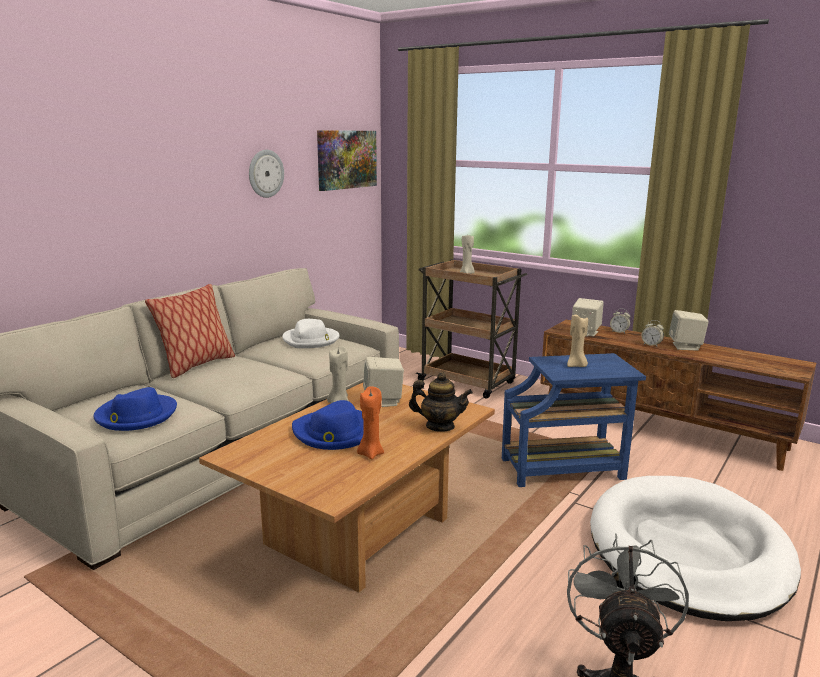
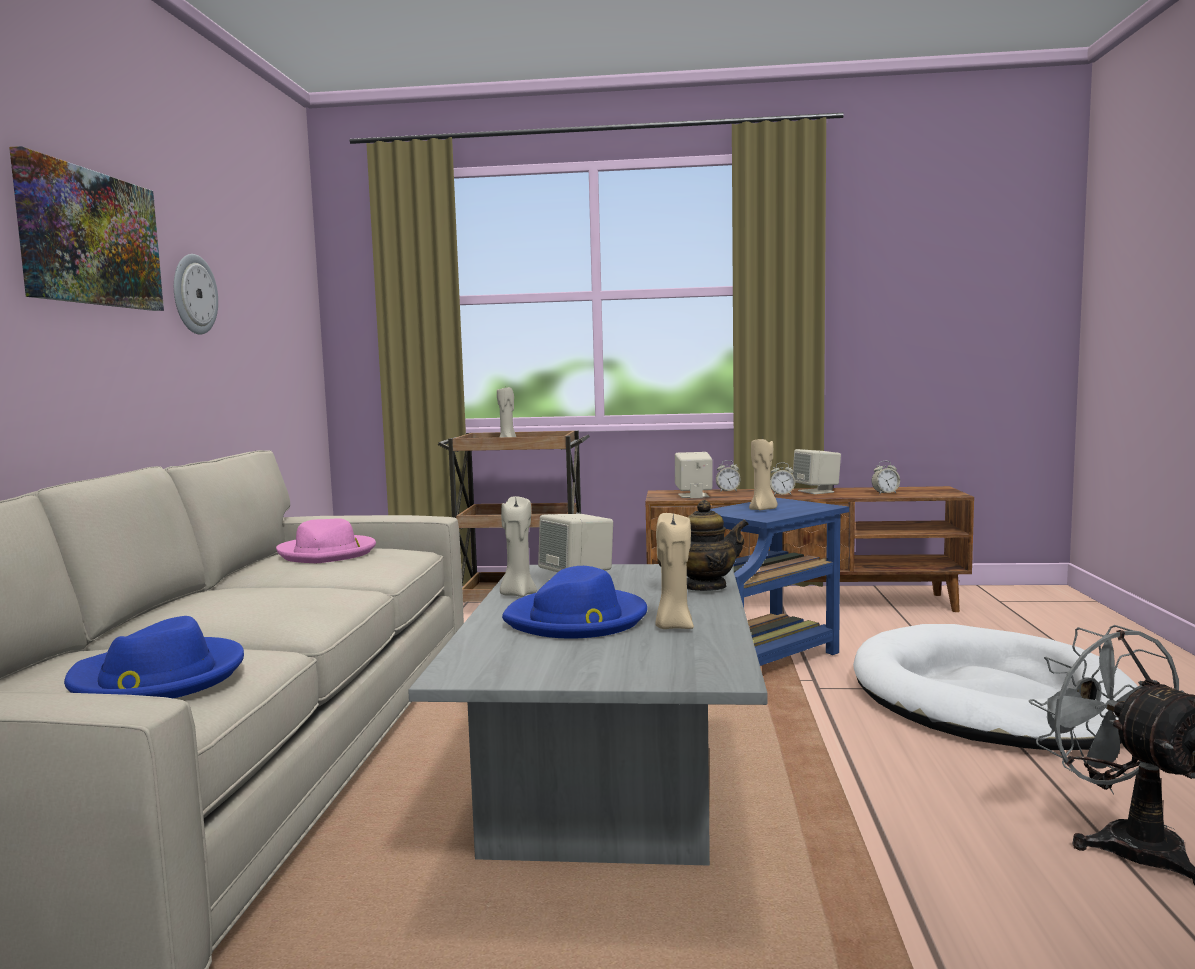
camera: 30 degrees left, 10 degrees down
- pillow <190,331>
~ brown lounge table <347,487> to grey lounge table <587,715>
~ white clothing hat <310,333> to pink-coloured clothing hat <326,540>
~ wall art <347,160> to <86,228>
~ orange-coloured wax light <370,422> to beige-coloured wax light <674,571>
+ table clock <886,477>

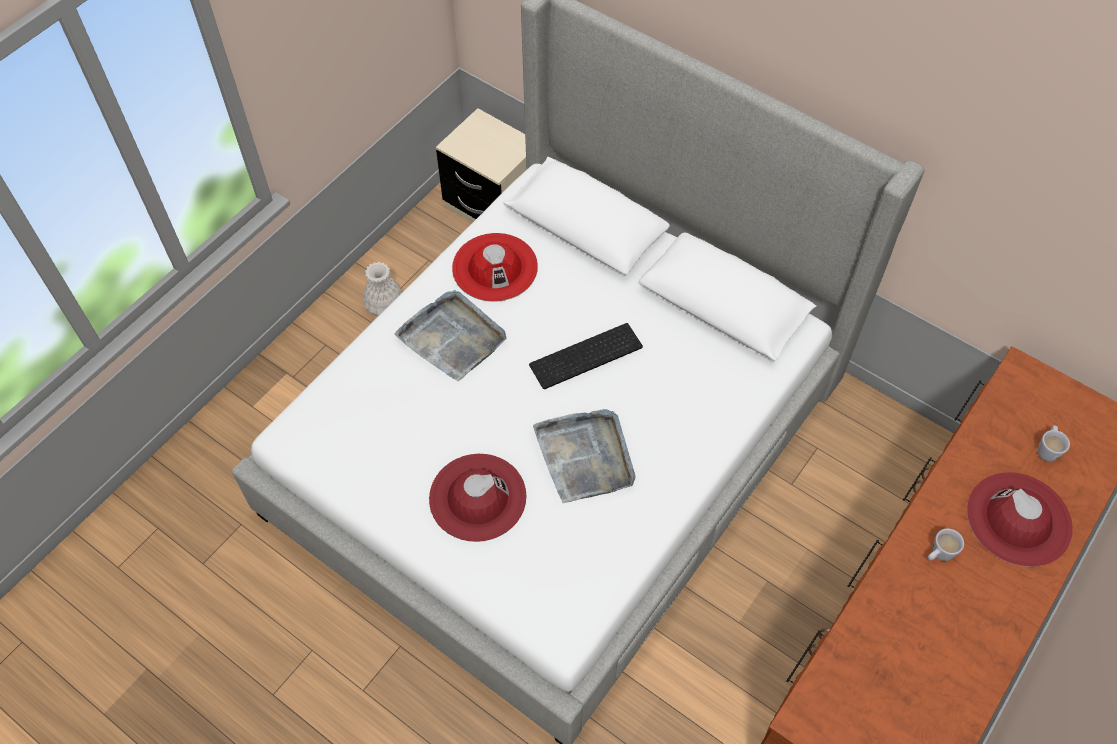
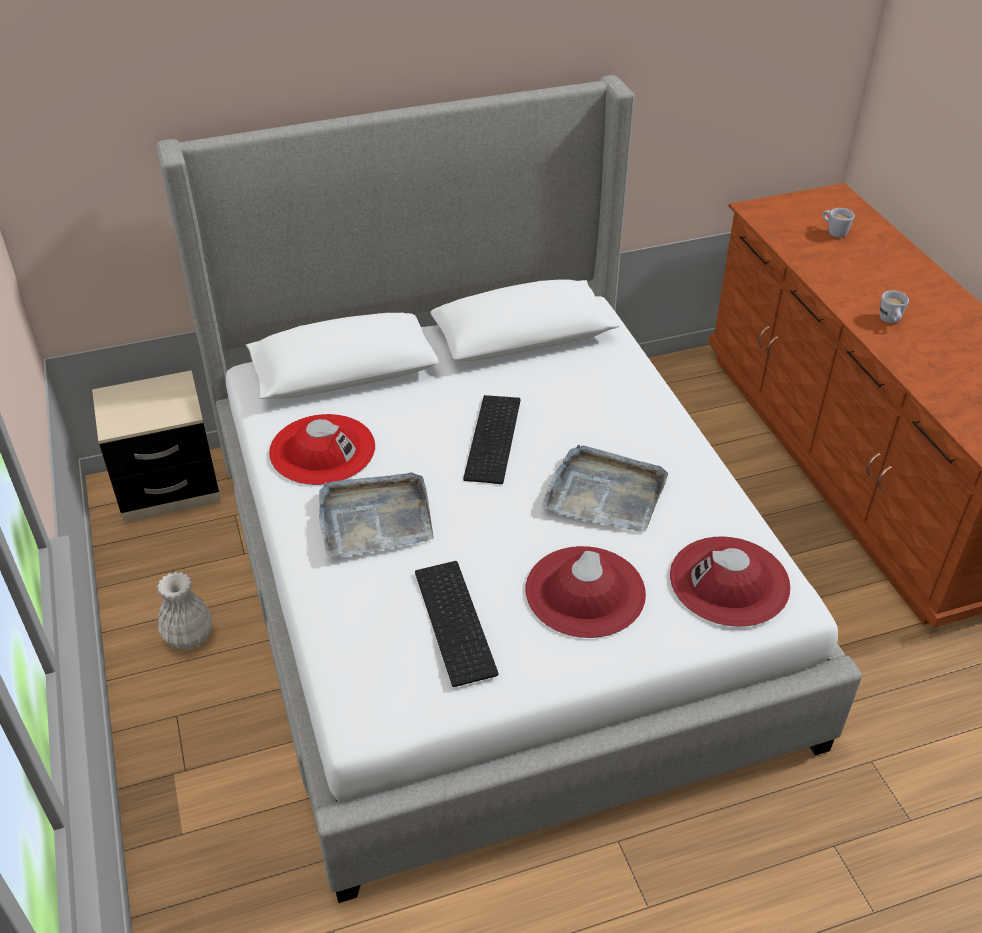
camera: 55 degrees left, 15 degrees down
~ red-coloured clothing hat <1020,519> to <730,581>
+ computer keyboard <456,624>

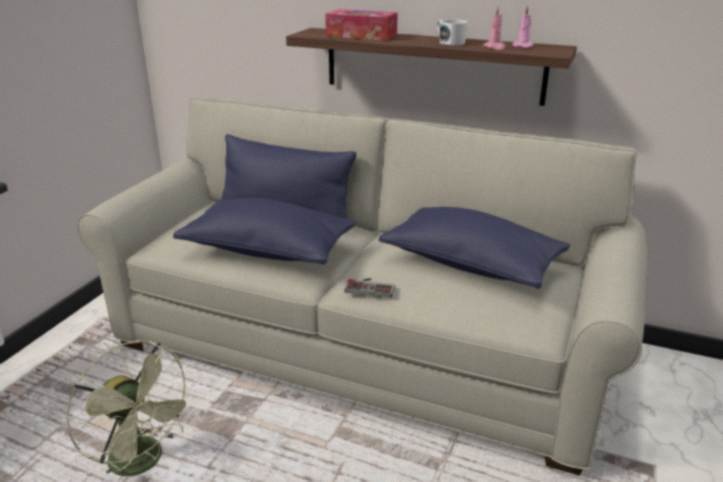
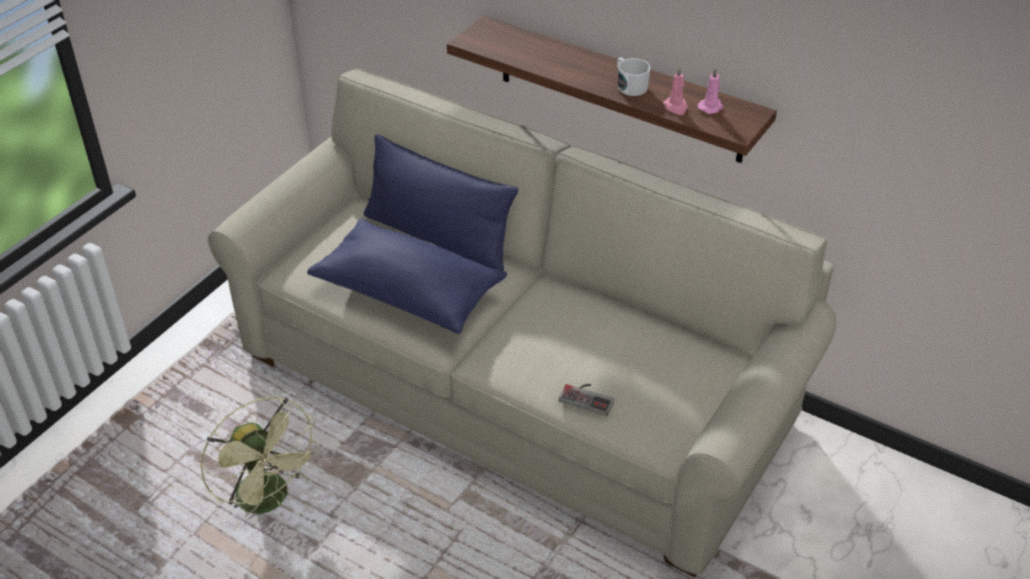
camera: 10 degrees right, 15 degrees up
- tissue box <361,25>
~ game controller <369,288> to <586,400>
- blue pillow <474,247>

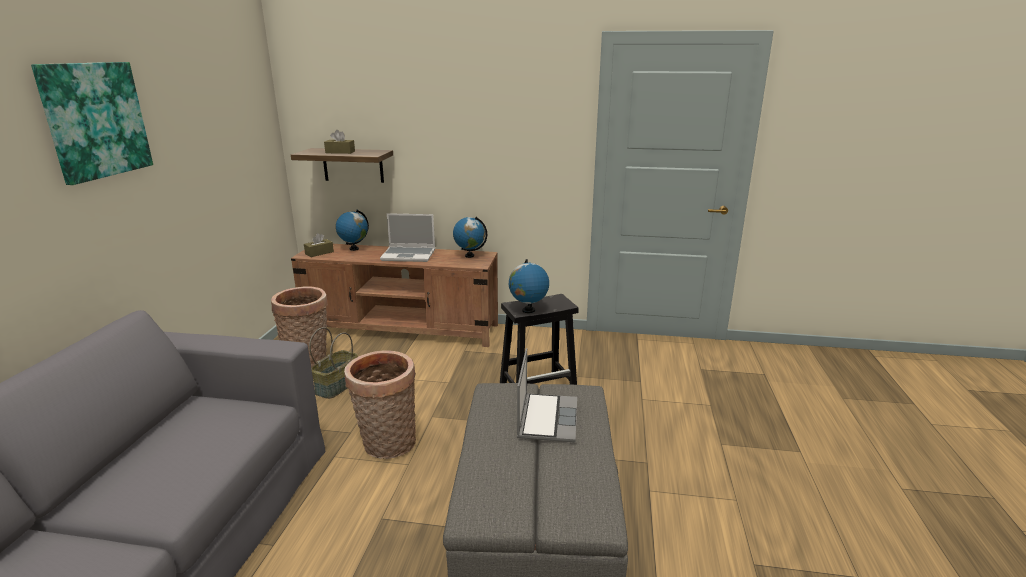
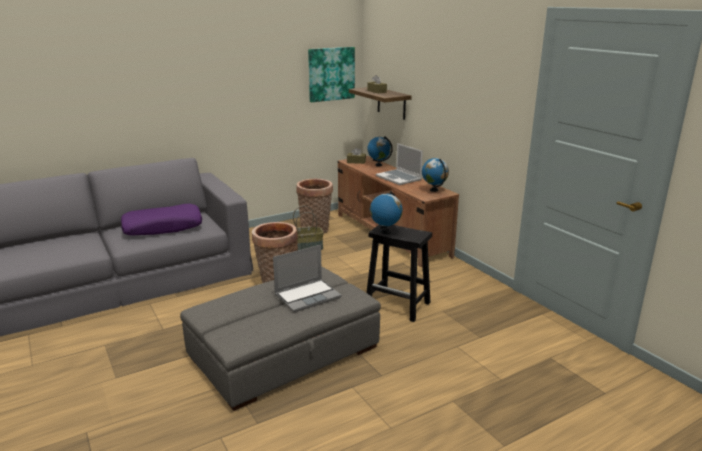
camera: 50 degrees right, 0 degrees up
~ wall art <92,123> to <331,74>
+ purple pillow <161,219>

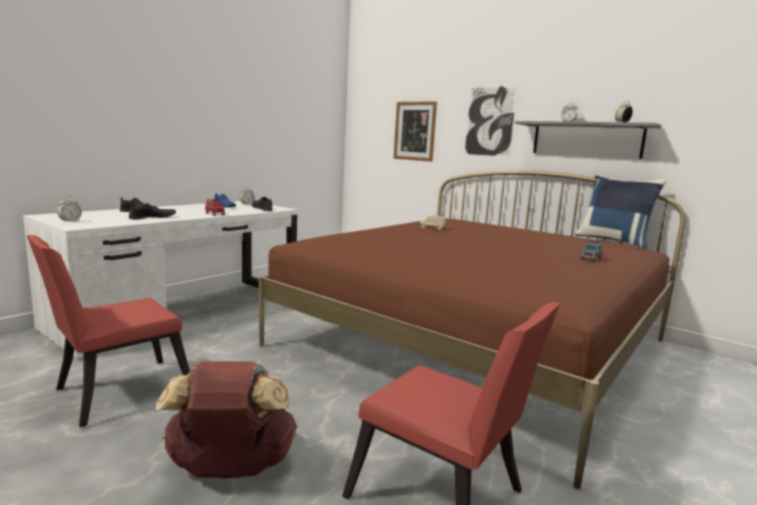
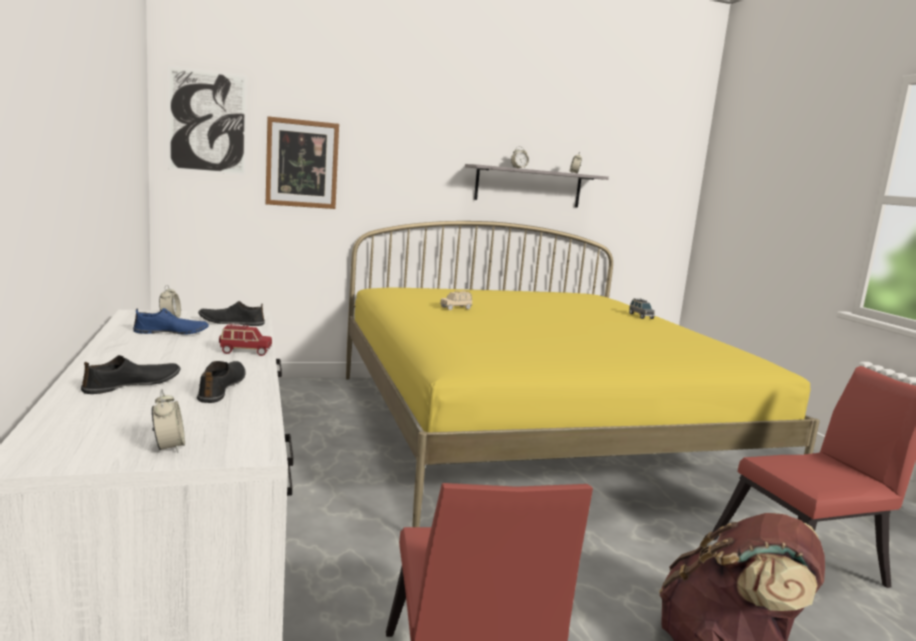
camera: 55 degrees left, 0 degrees up
~ brown sleeping bed <472,330> to yellow sleeping bed <583,374>
~ wall art <491,121> to <207,120>
- blue pillow <620,212>

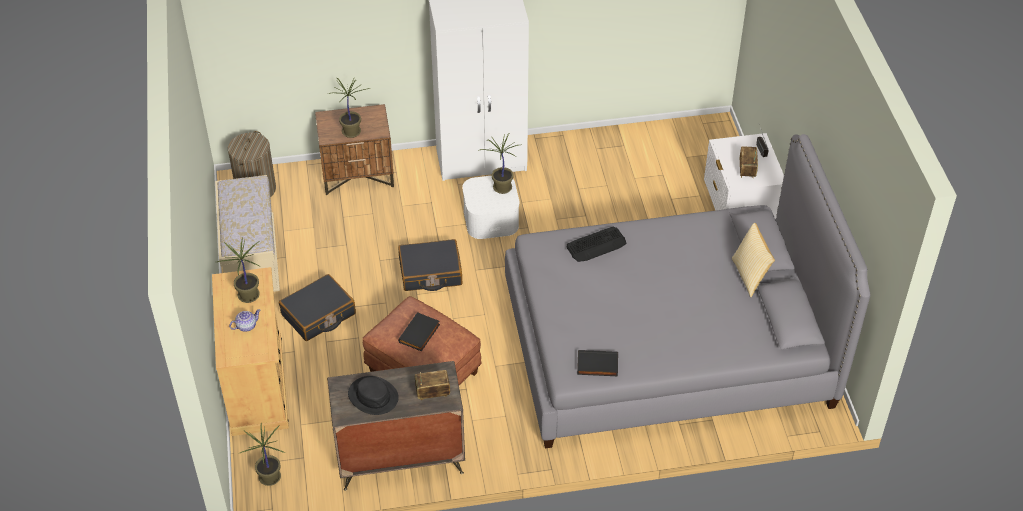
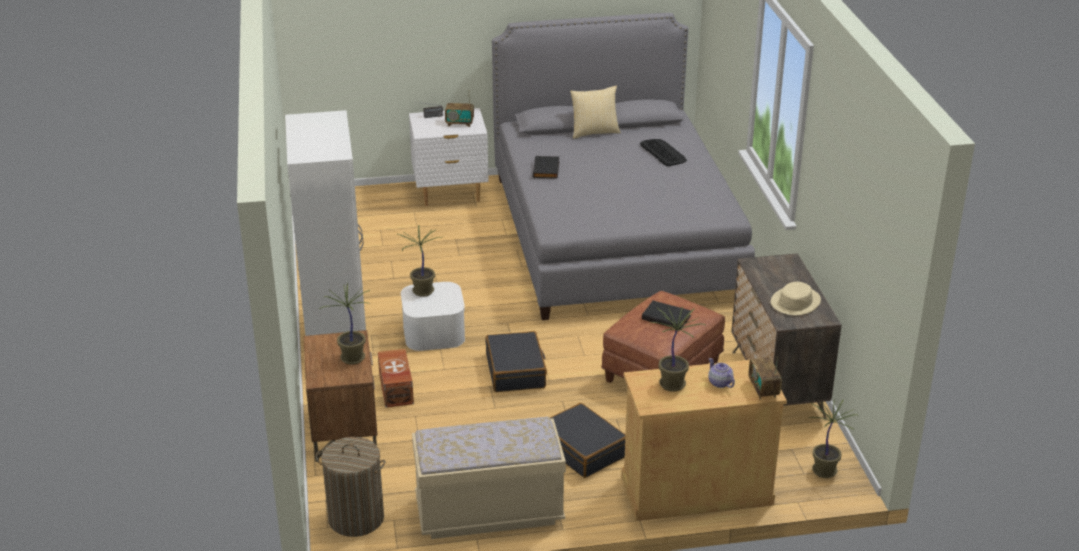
camera: 90 degrees left, 15 degrees down
~ black clothing hat <373,395> to beige-coloured clothing hat <796,298>
~ radio set <432,385> to <765,378>
~ computer keyboard <596,244> to <663,152>
~ black book <597,363> to <546,167>
+ brown storage box <396,378>

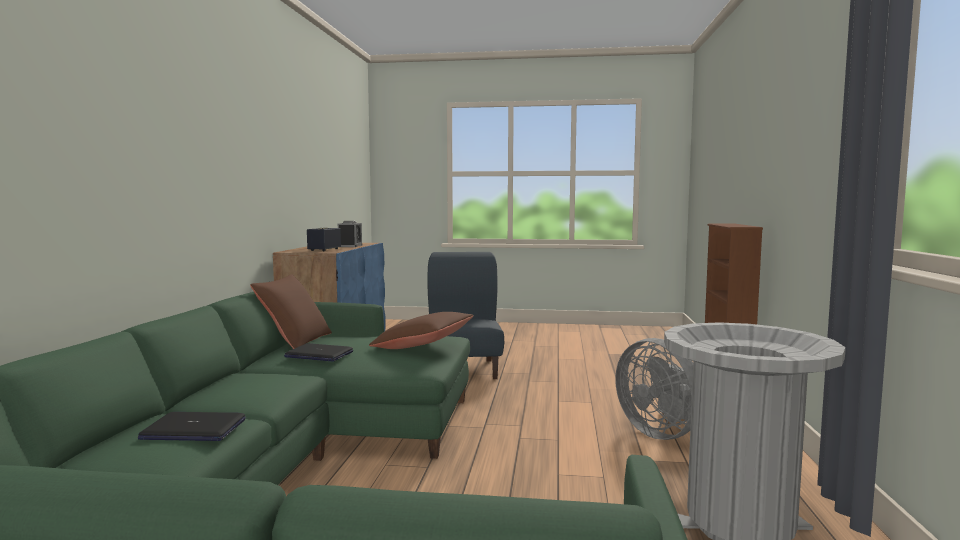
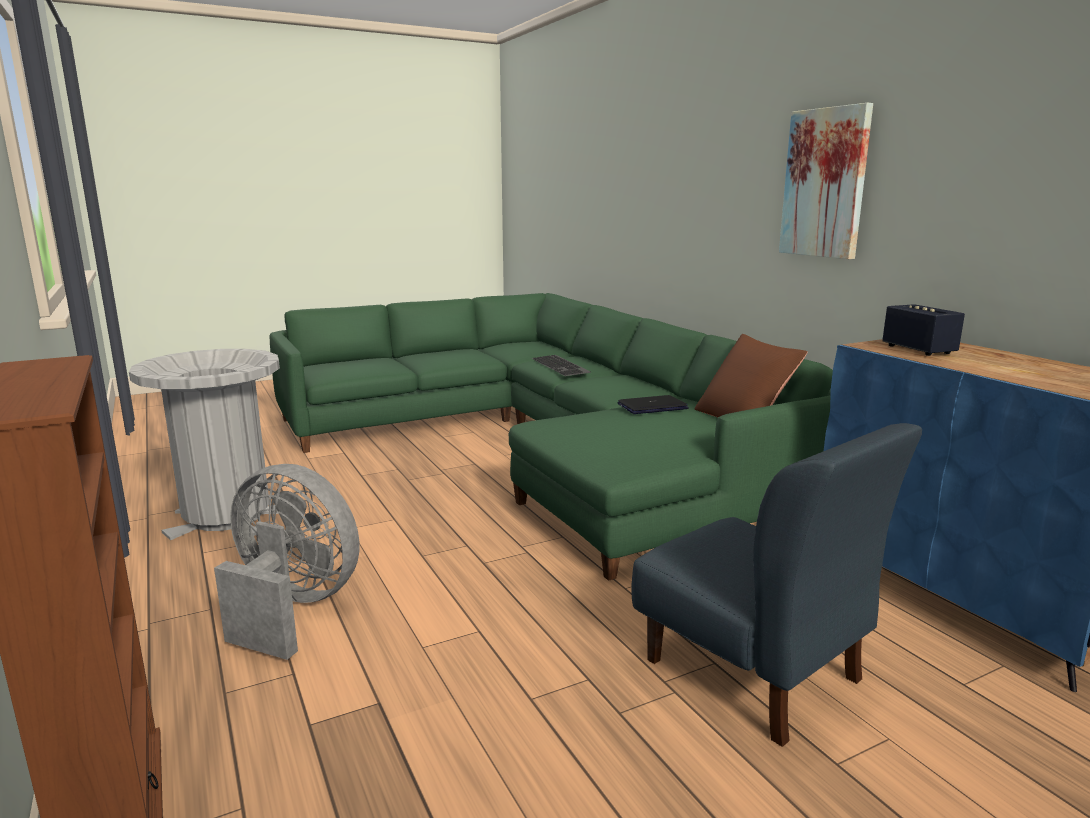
camera: 145 degrees right, 10 degrees up
~ portable computer <192,426> to computer keyboard <561,365>
- table clock <350,234>
- brown pillow <421,330>
+ wall art <826,181>

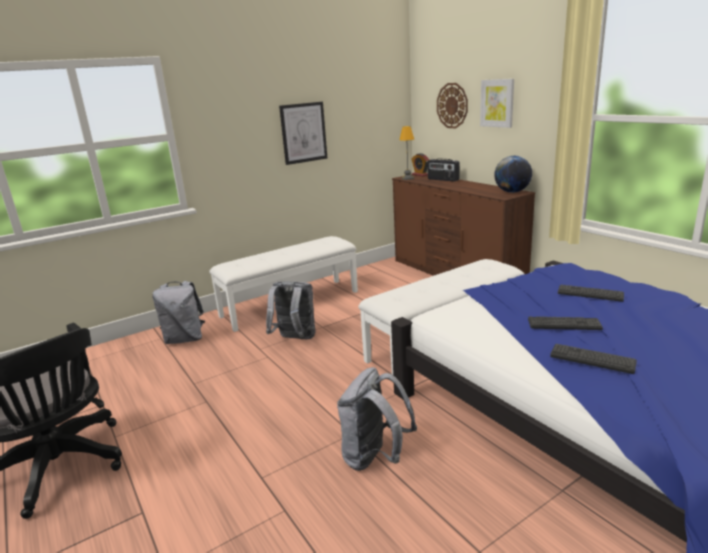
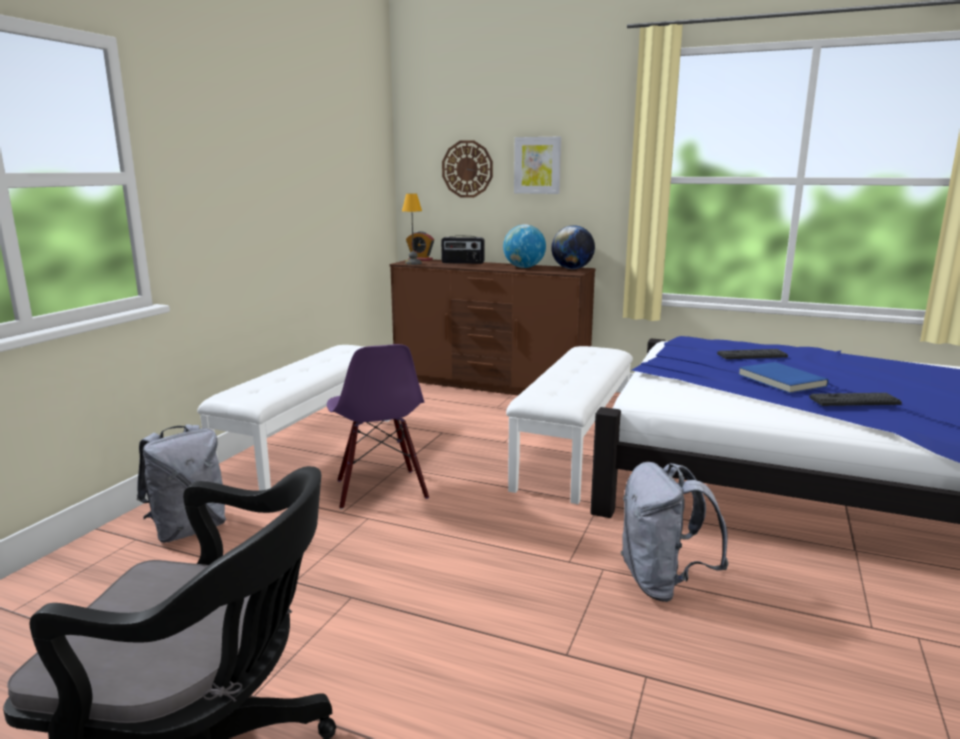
camera: 35 degrees left, 5 degrees down
~ grey rucksack <291,310> to purple chair <378,427>
- wall art <303,133>
~ computer keyboard <565,323> to blue book <783,377>
+ globe <524,246>

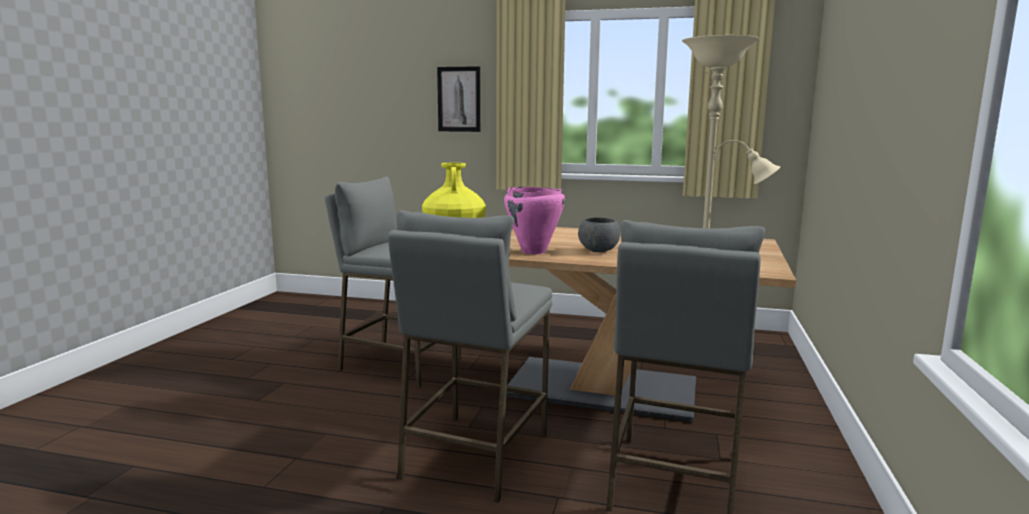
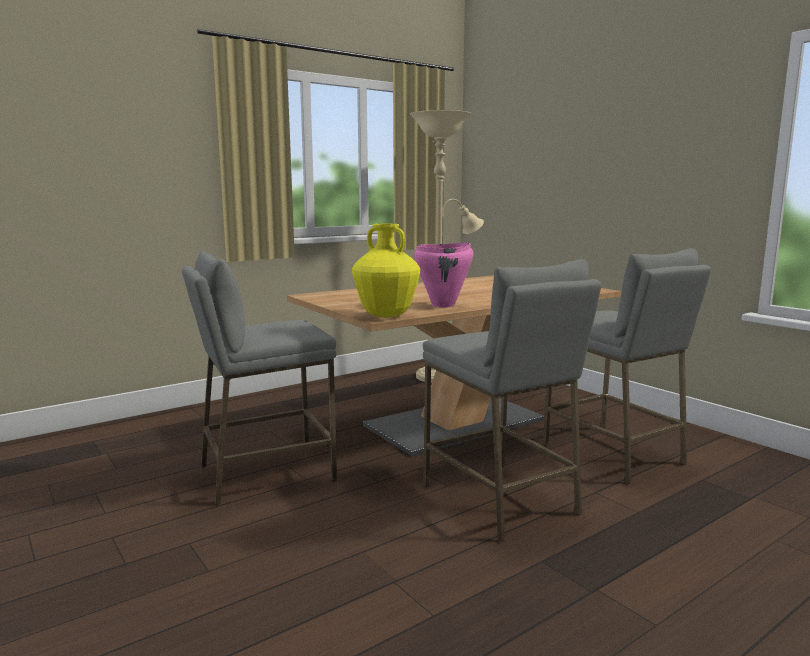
camera: 50 degrees left, 0 degrees up
- wall art <458,99>
- grey bowl <599,234>

